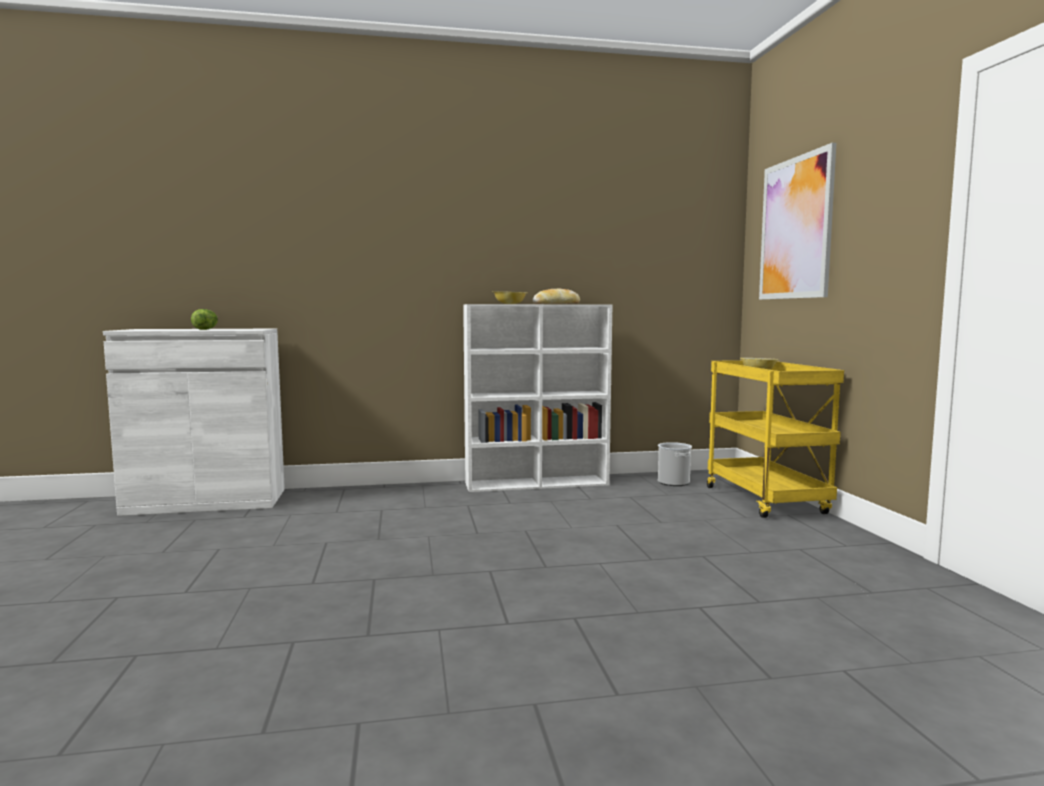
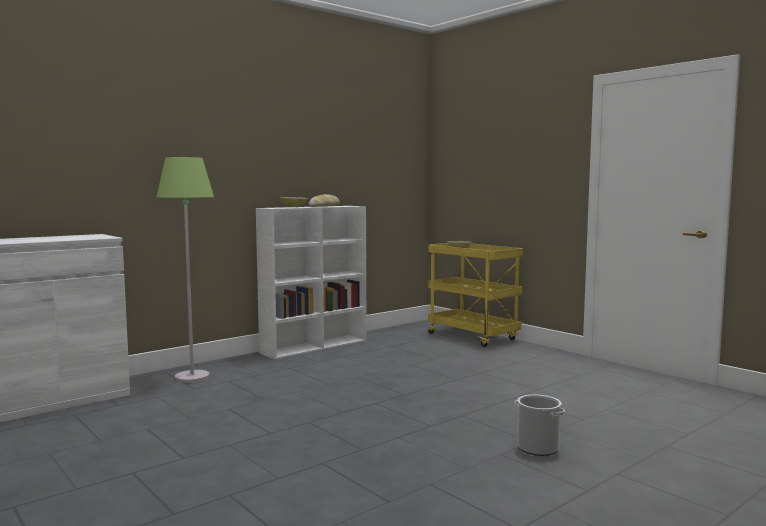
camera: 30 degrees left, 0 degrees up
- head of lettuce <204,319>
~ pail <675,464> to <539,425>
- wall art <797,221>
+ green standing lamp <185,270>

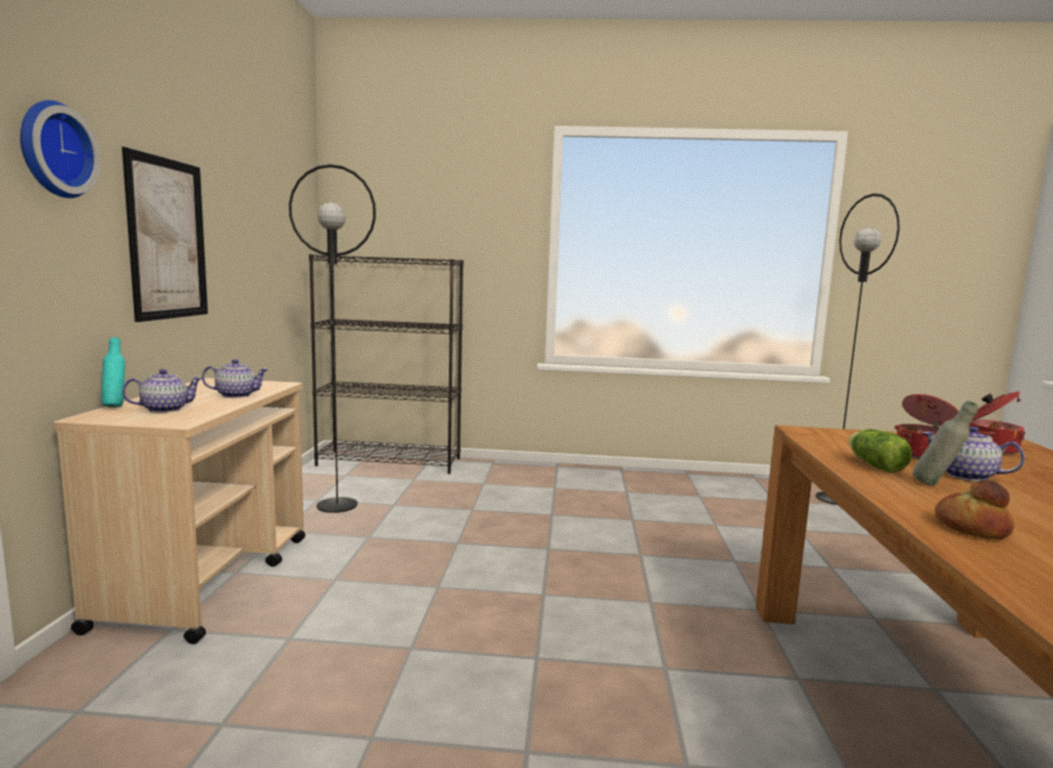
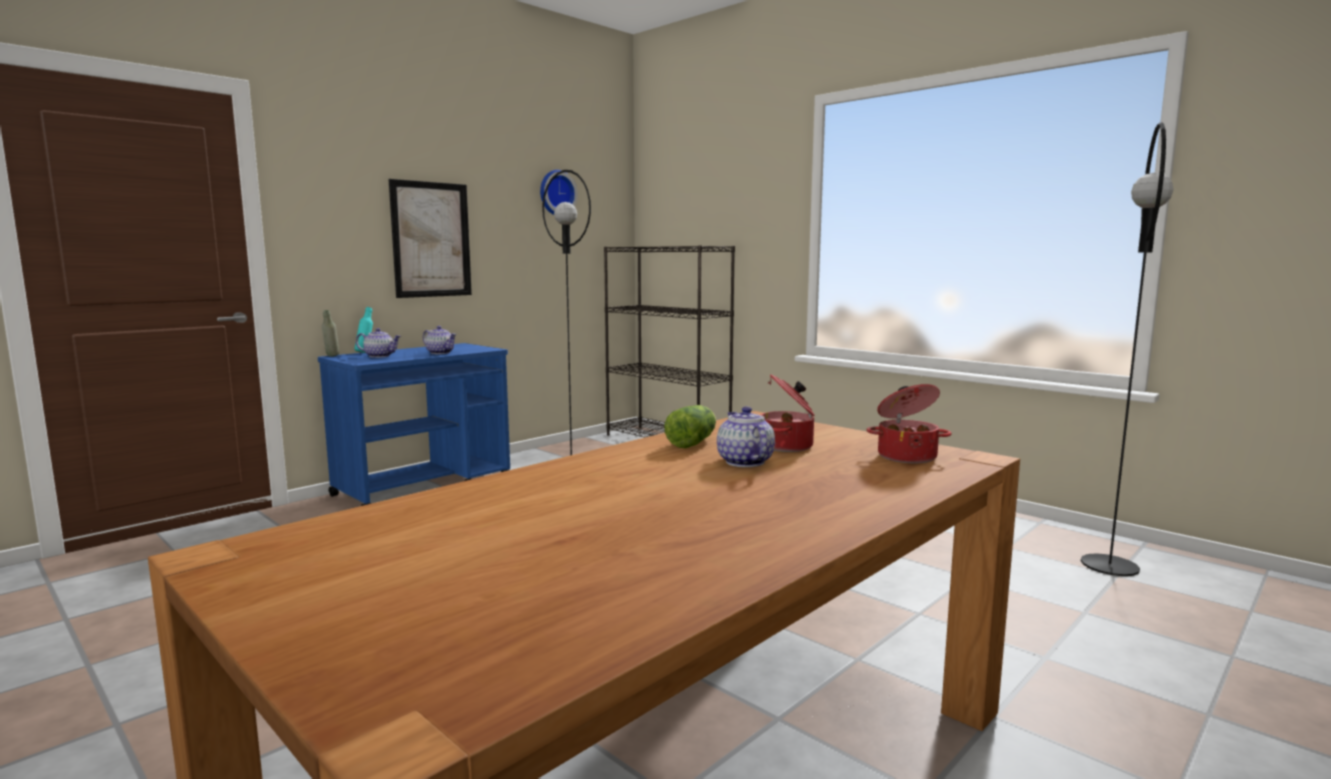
camera: 40 degrees right, 0 degrees up
~ hanging clock <60,149> to <559,192>
~ beige-coloured wheeled cart <179,511> to blue wheeled cart <414,424>
~ grey bottle <945,443> to <330,333>
- bakery bread <974,509>

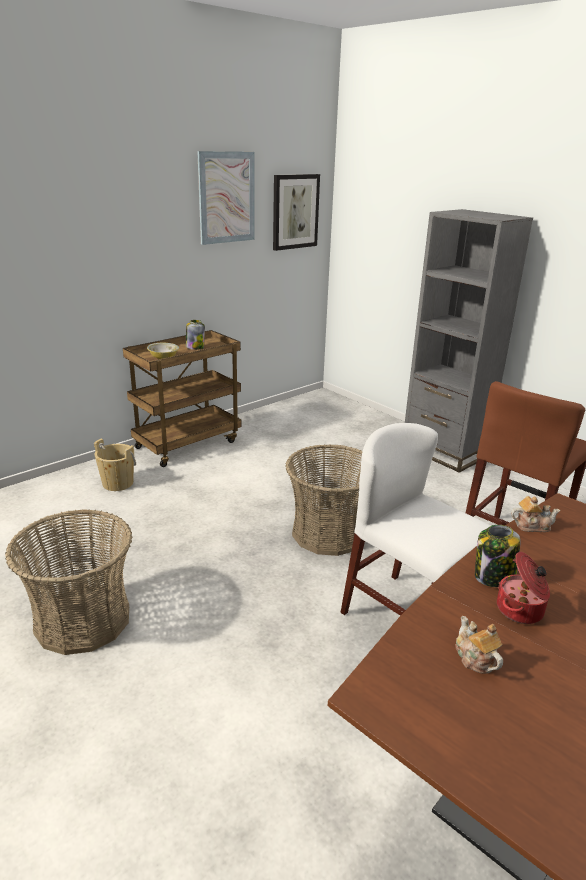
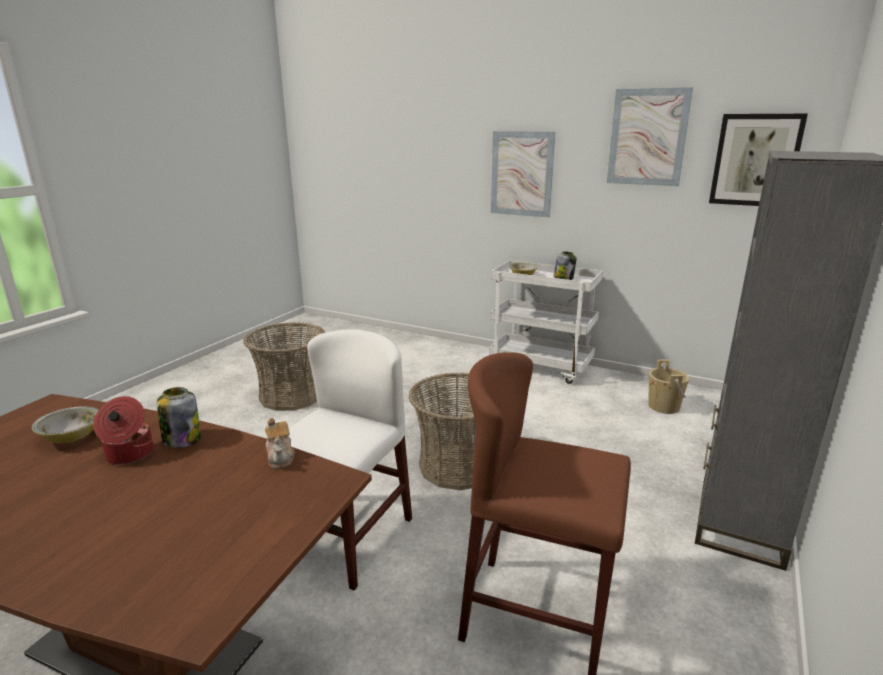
camera: 70 degrees right, 5 degrees down
~ beige-coloured pail <115,464> to <669,387>
~ brown wheeled cart <182,398> to white wheeled cart <546,322>
~ tea pot <479,645> to bowl <65,425>
+ wall art <523,174>

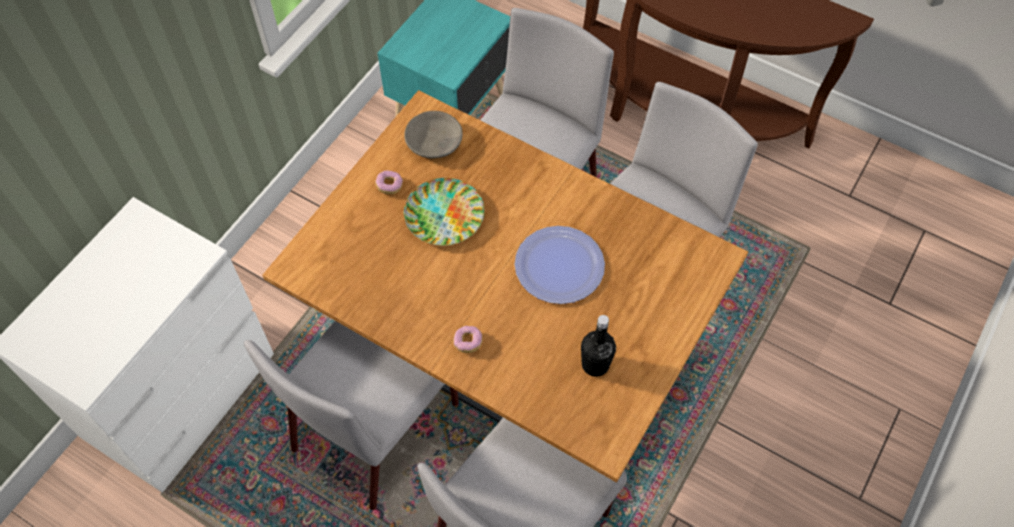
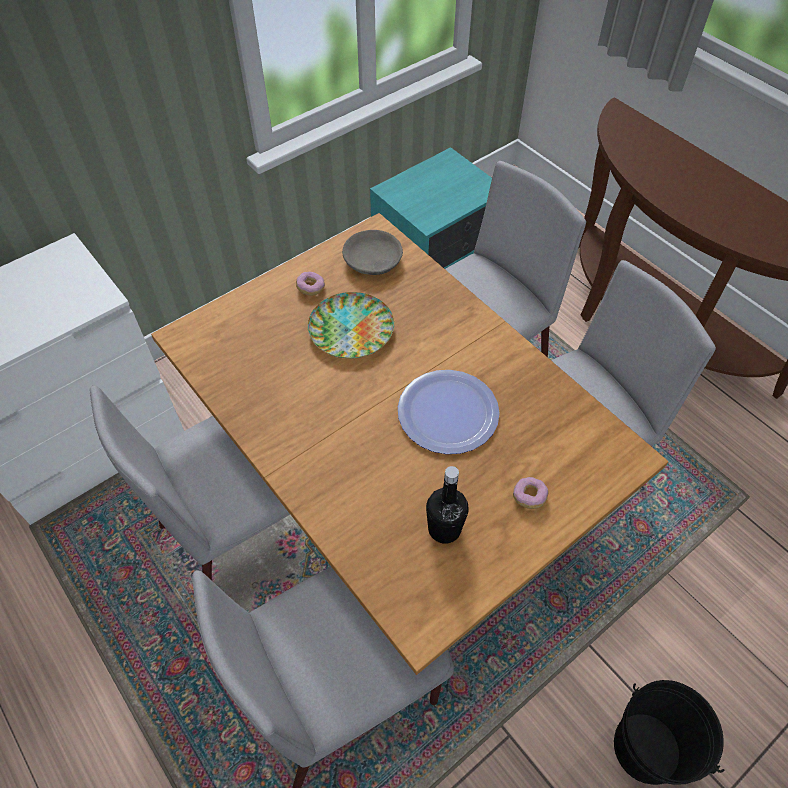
camera: 20 degrees right, 5 degrees down
~ ring doughnut <468,339> to <531,493>
+ black pail <669,732>

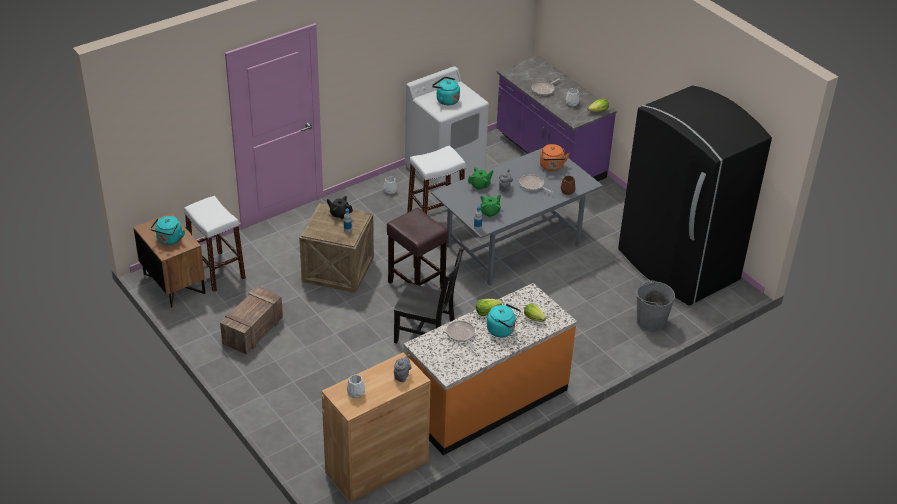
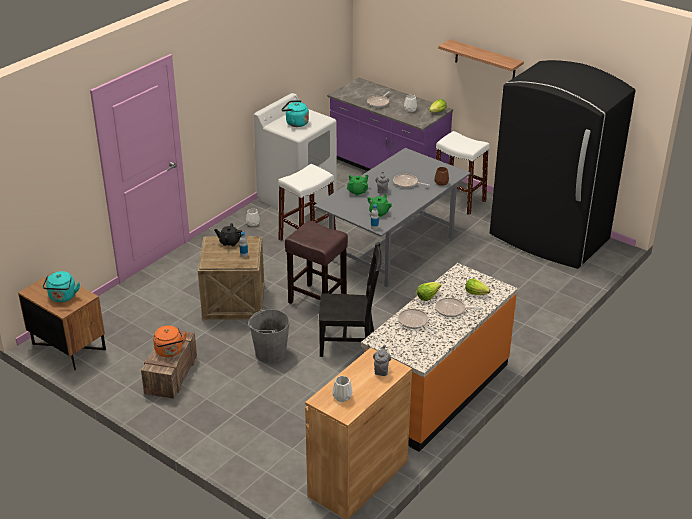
camera: 15 degrees left, 5 degrees down
~ white stool seat <215,244> to <463,173>
~ blue-green tea kettle <504,320> to frying pan <458,307>
~ orange-coloured tea kettle <555,157> to <170,341>
~ grey pail <655,306> to <268,335>
+ bracket shelf <481,59>

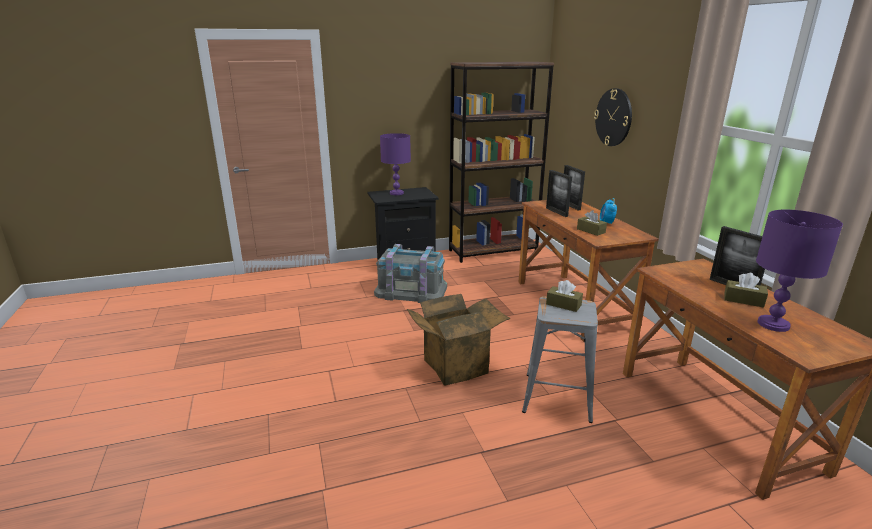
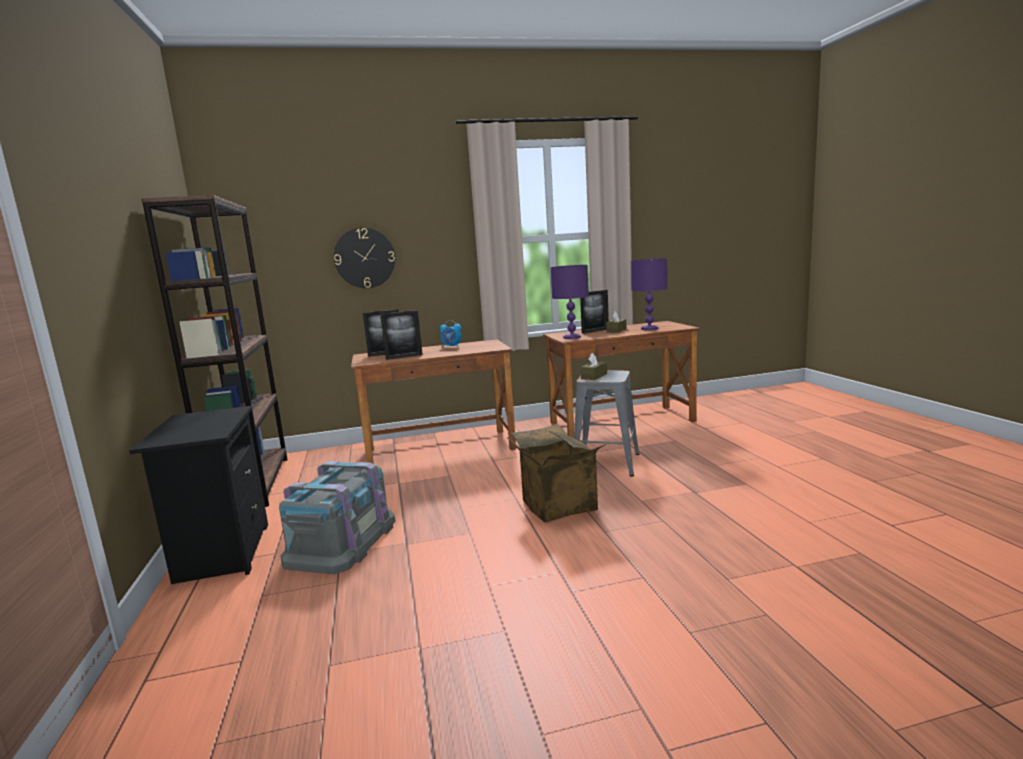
camera: 85 degrees left, 10 degrees down
~ purple tabletop lamp <395,164> to <570,302>
- brown tissue box <592,223>

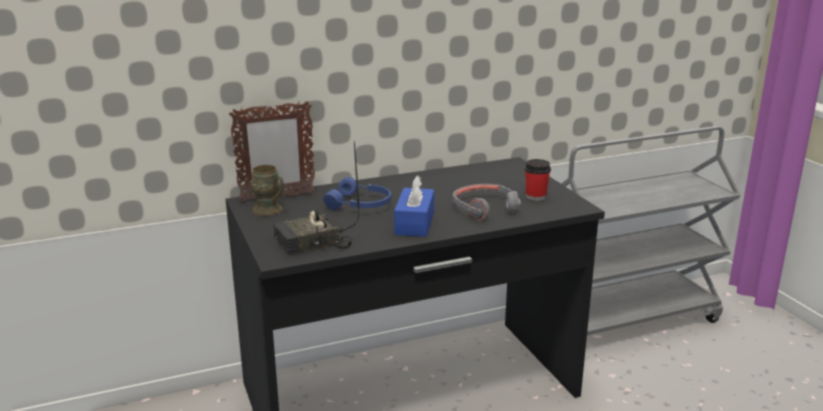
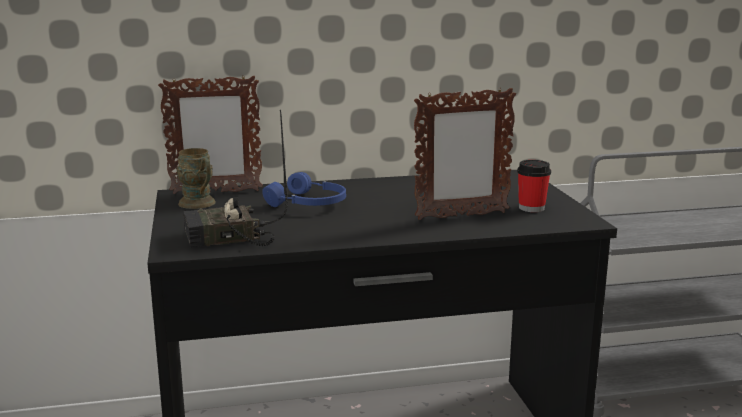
camera: 10 degrees right, 5 degrees down
- blue tissue box <414,206>
~ grey pair of headphones <487,202> to photo frame <465,153>

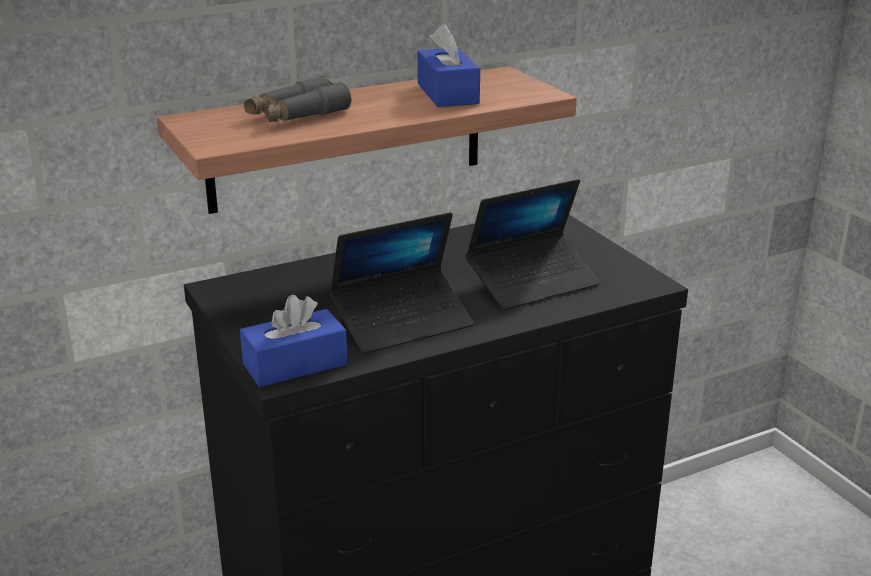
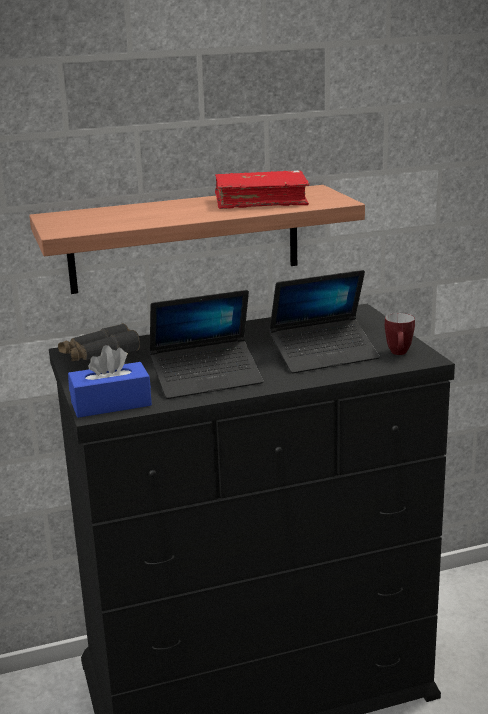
camera: 10 degrees right, 5 degrees down
~ grey binoculars <298,99> to <99,342>
~ blue tissue box <448,65> to red-coloured book <262,189>
+ tea mug <400,334>

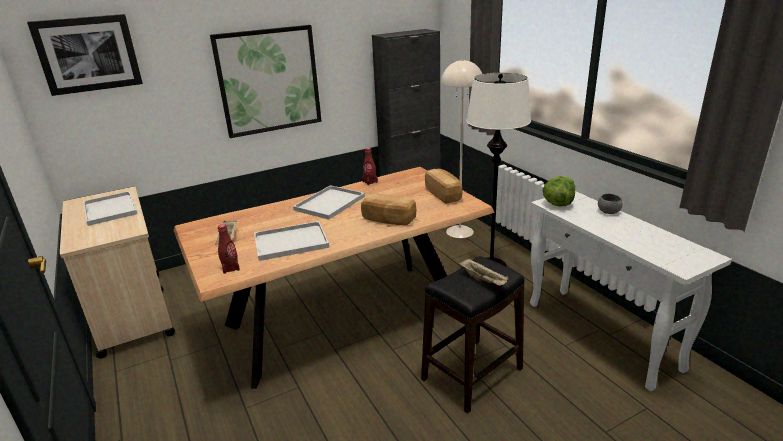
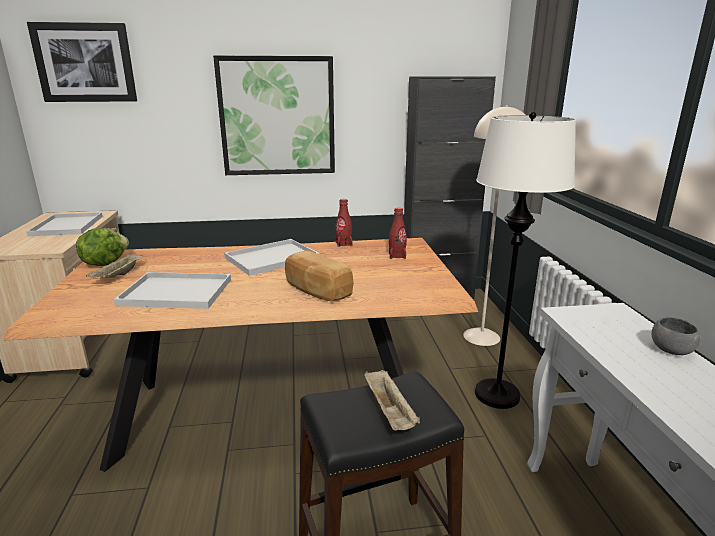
camera: 20 degrees right, 5 degrees down
~ red-coloured bottle <229,249> to <398,233>
- bakery bread <444,186>
~ head of lettuce <559,191> to <102,247>

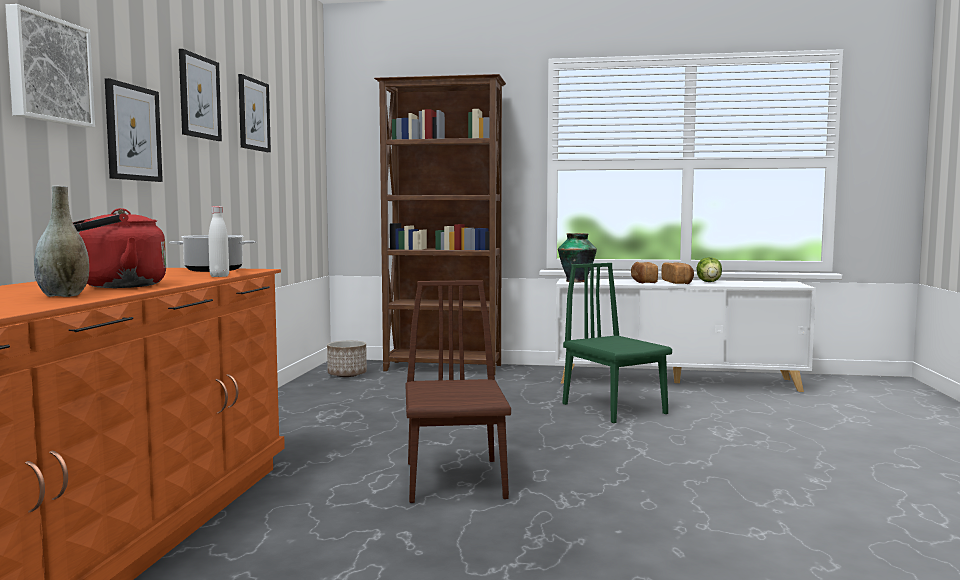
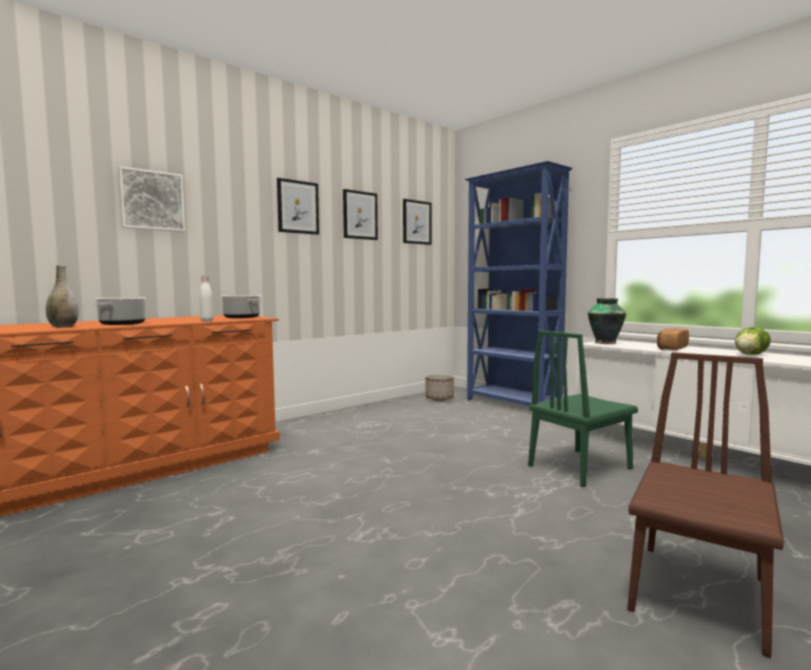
camera: 40 degrees right, 0 degrees up
~ red-coloured tea kettle <119,248> to saucepot <120,311>
~ wall art <134,130> to <417,222>
~ brown bookshelf <440,224> to blue bookshelf <518,283>
~ brown chair <458,391> to <705,505>
~ green chair <617,343> = <583,408> 135 degrees counterclockwise
- bakery bread <677,273>

